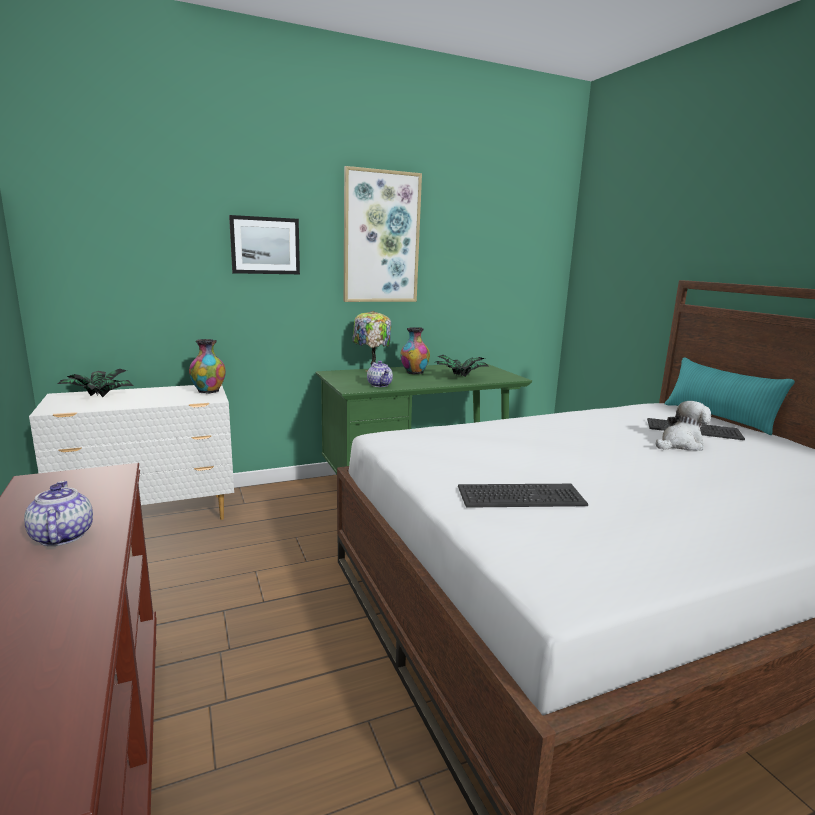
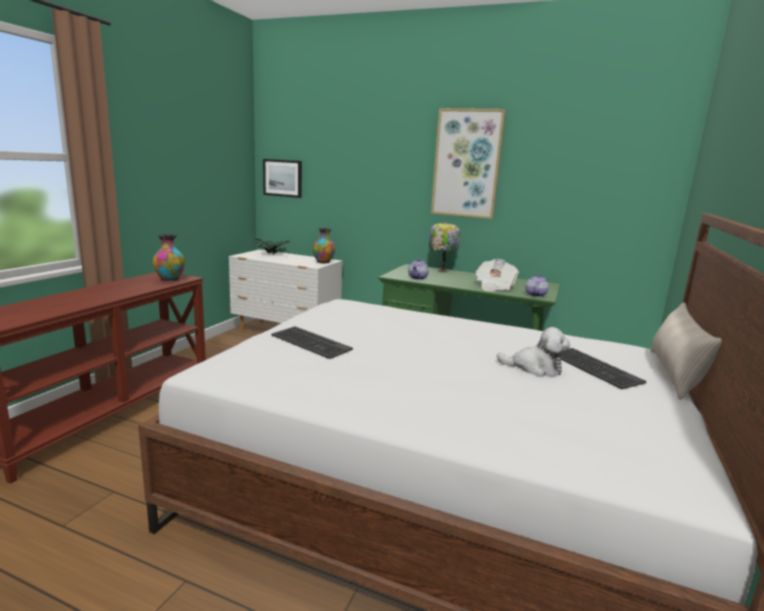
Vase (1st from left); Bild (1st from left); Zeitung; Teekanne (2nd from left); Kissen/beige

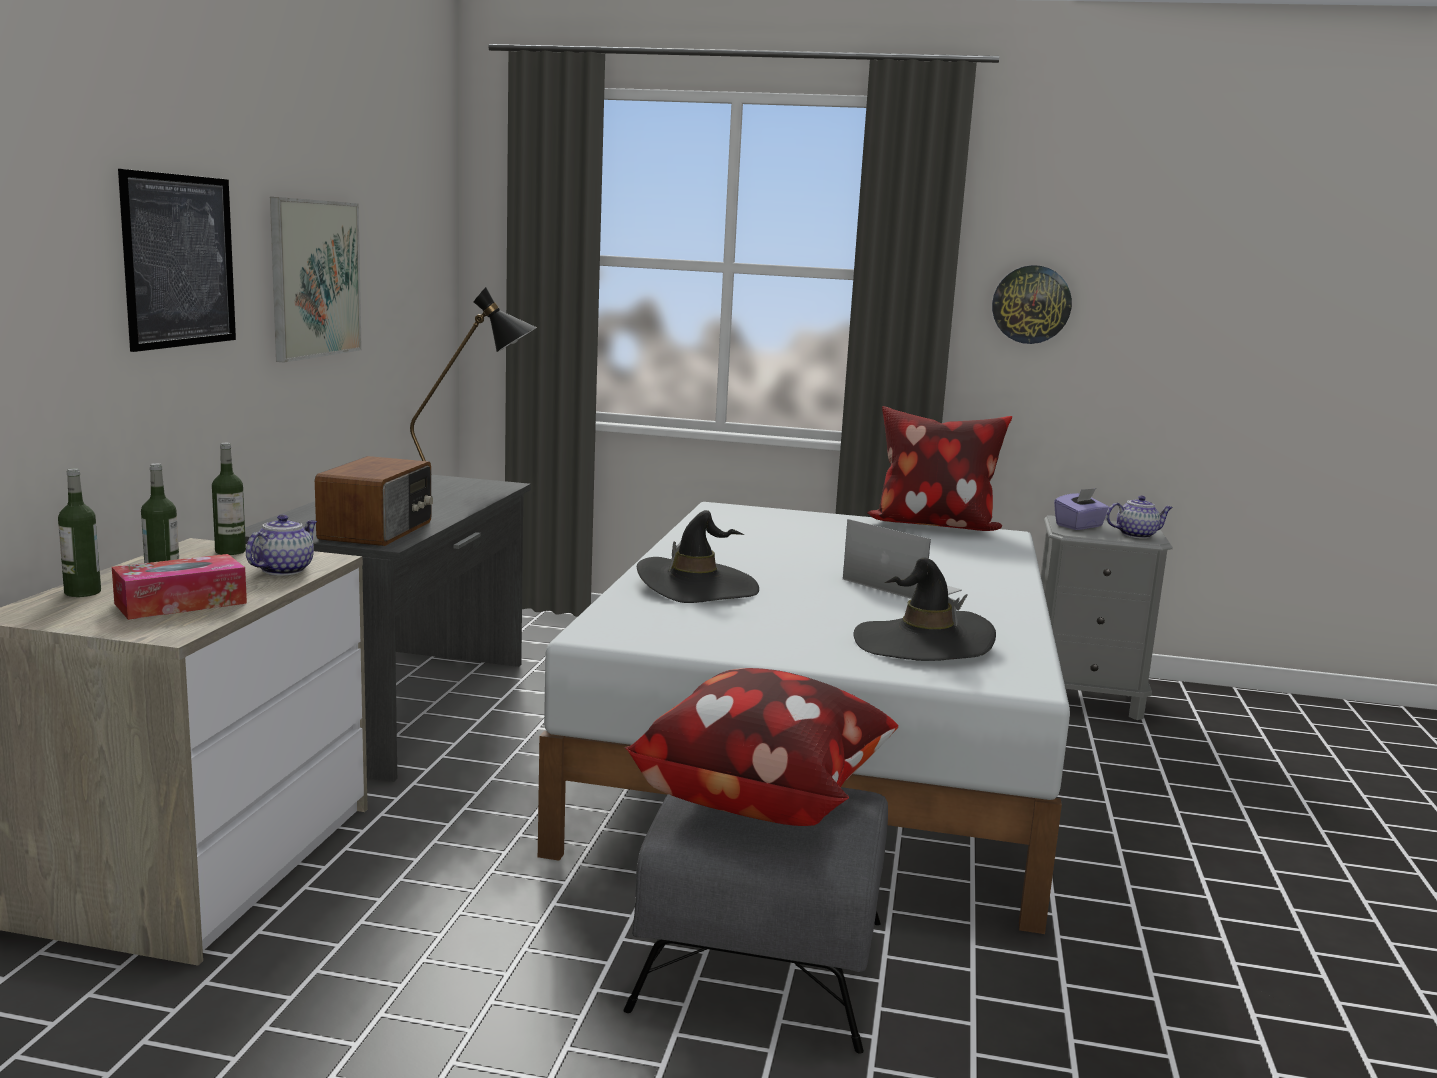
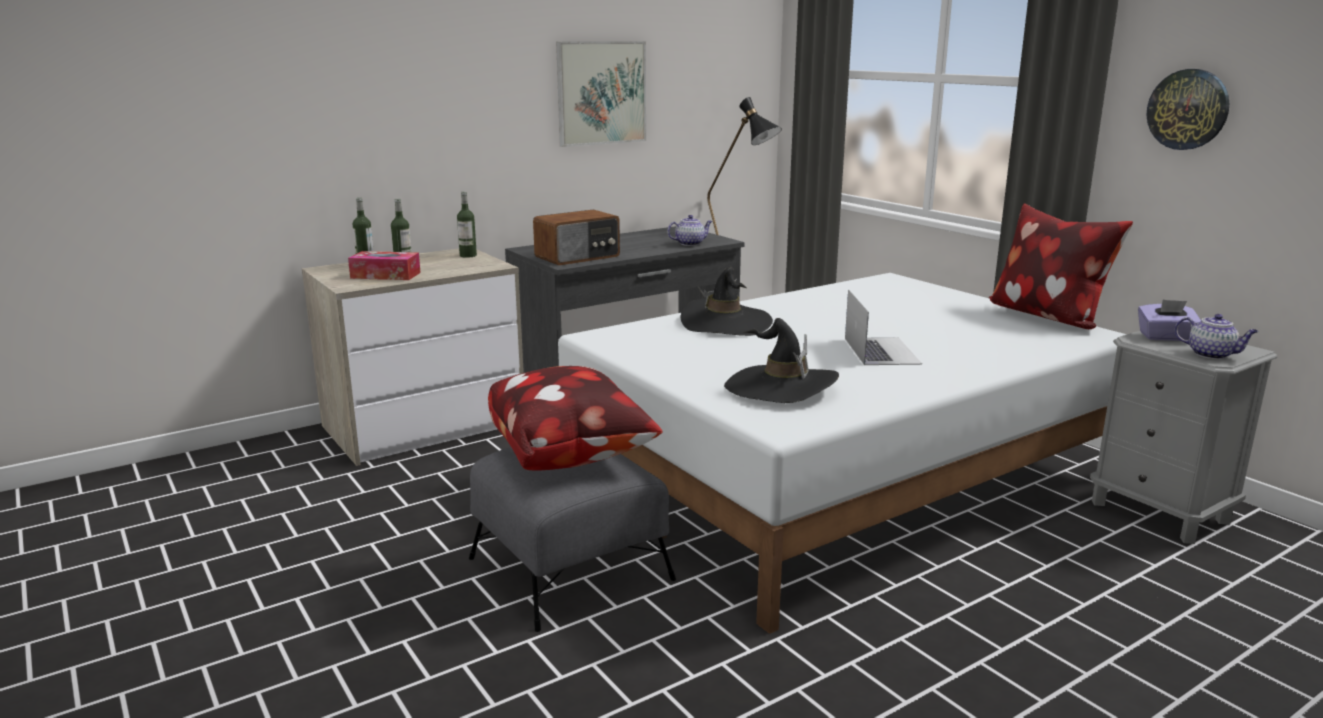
Teekanne (1st from left); Bild (1st from left in the first image)

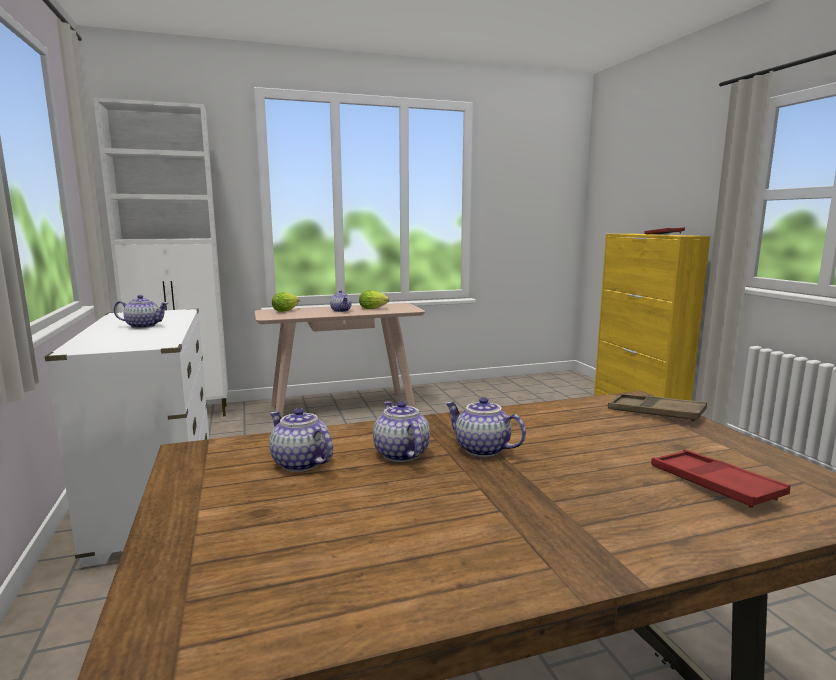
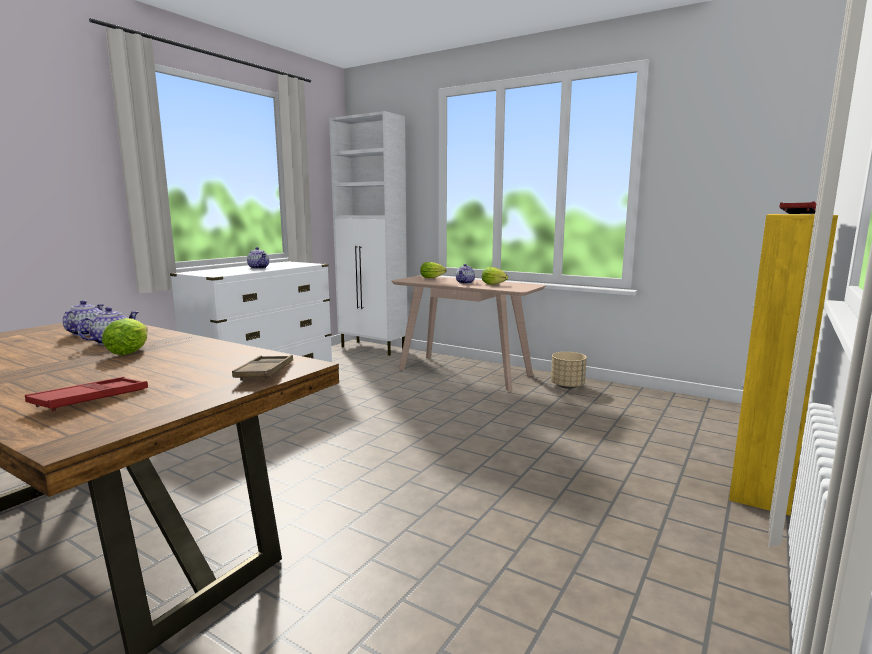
Salatkopf (1st from left); Pflanzkübel/beige

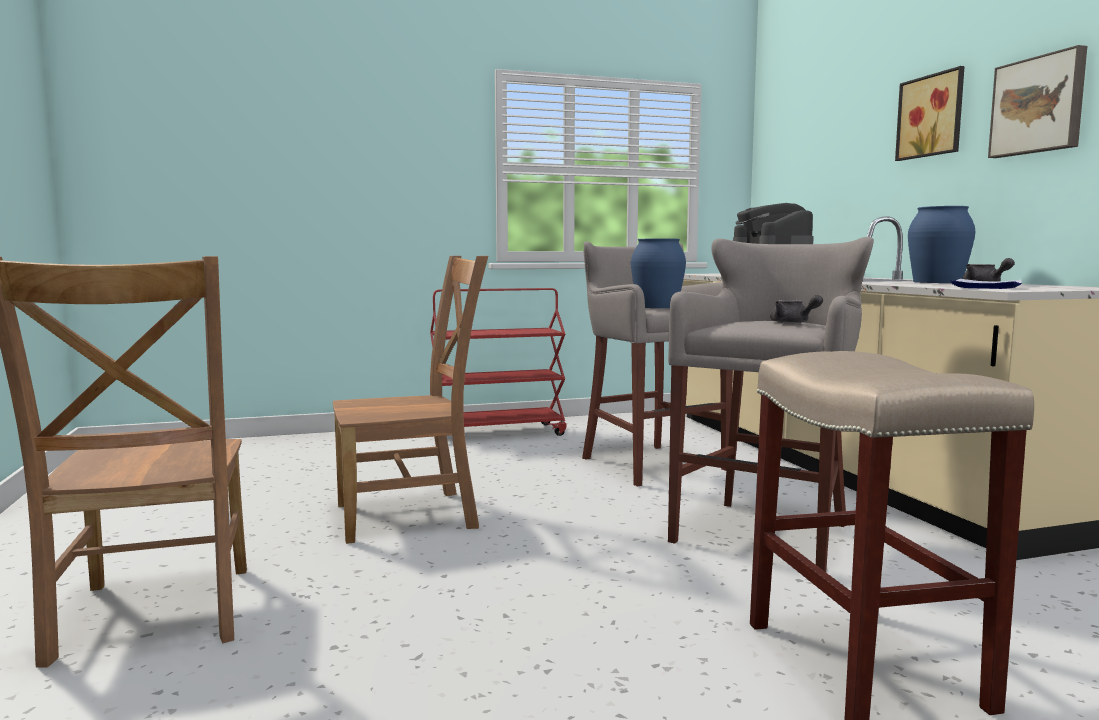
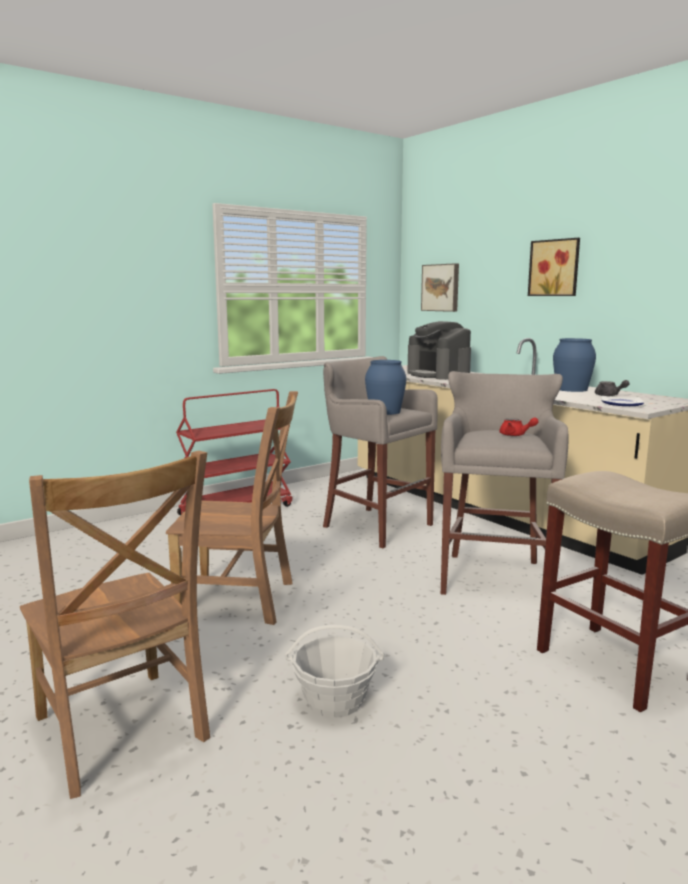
Stuhl/braun (2nd from left); Korb; Bild (1st from left); Teekanne/rot

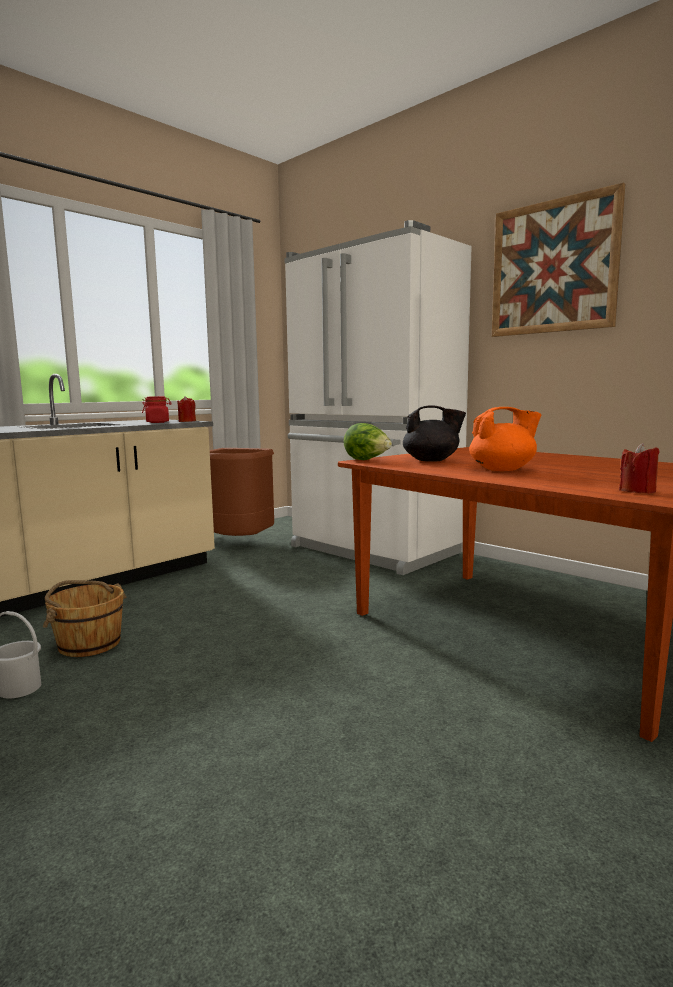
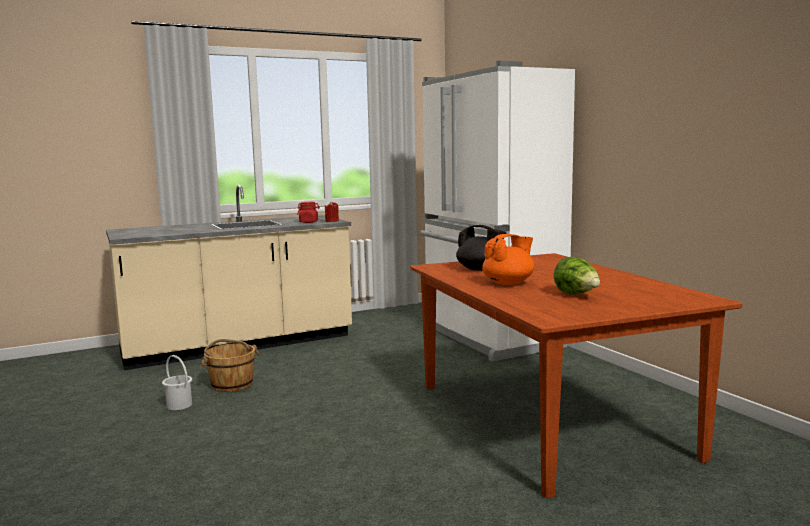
Teekanne/orange; Salatkopf; Mülleimer/braun; Bild; Kerze/rot (2nd from left in the first image)

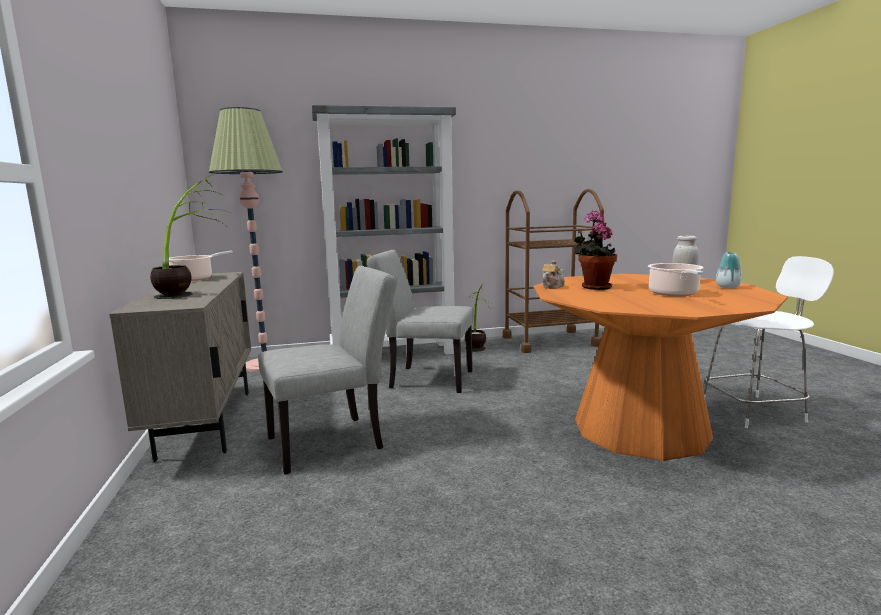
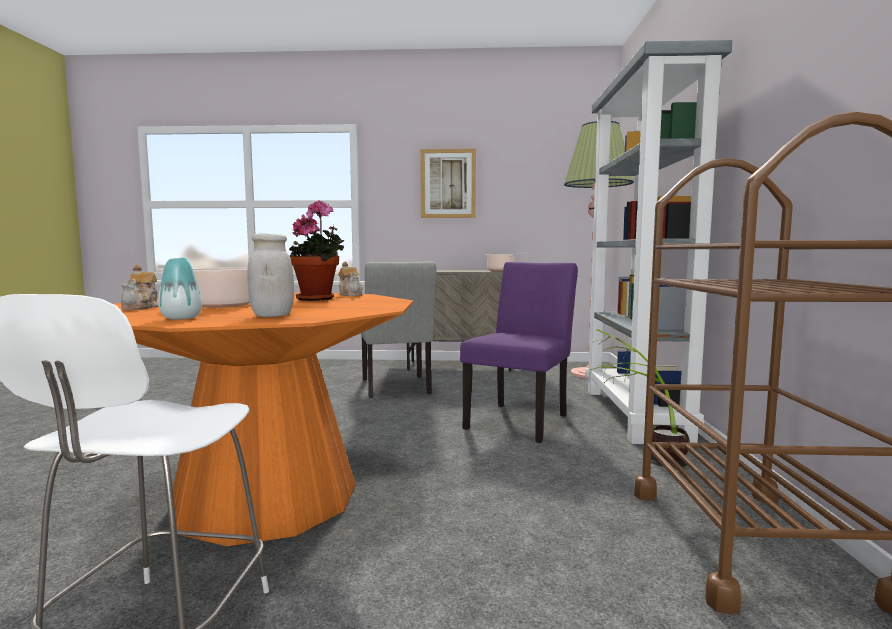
Teekanne (1st from left); Bild; Stuhl/lila; Topfpflanze (1st from left in the first image)

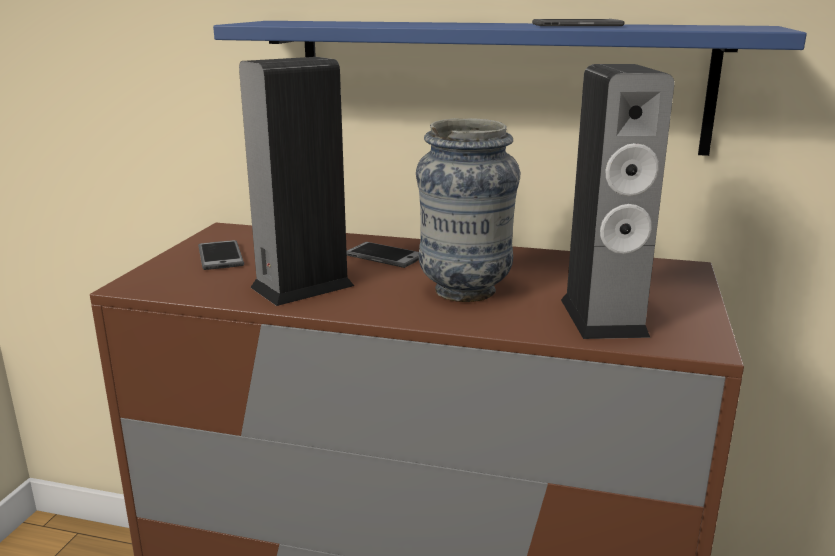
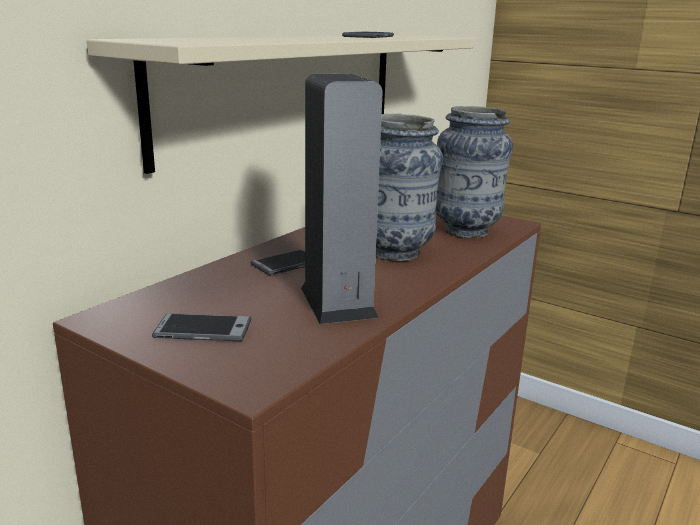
Wandregal/beige; Vase (2nd from left)

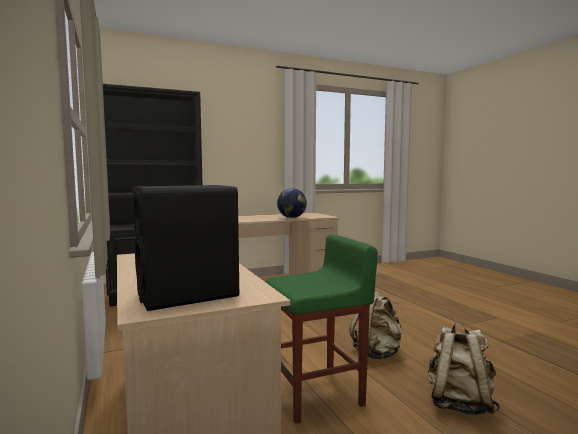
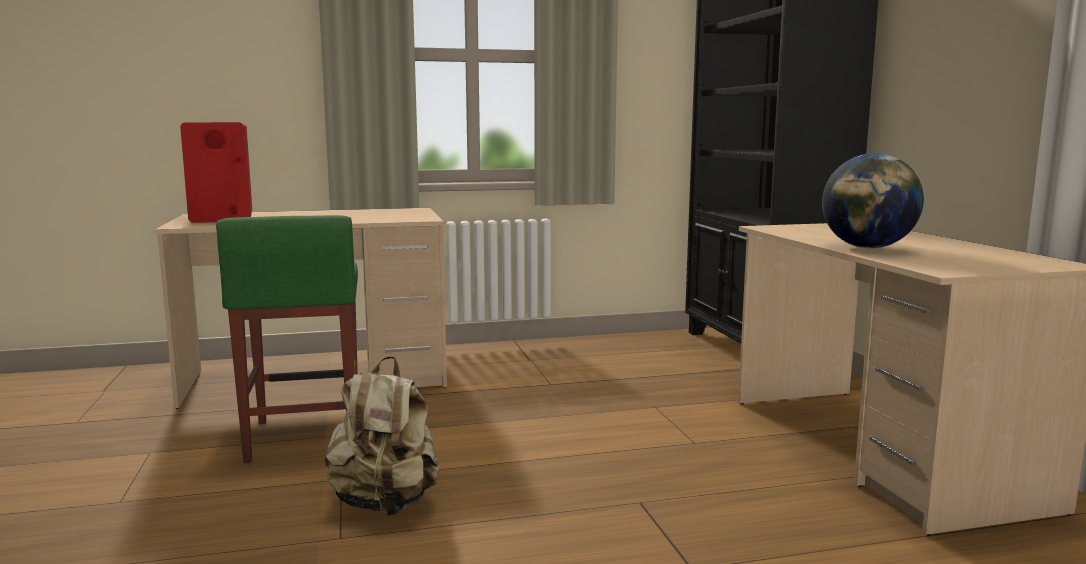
Lautsprecher/rot; Rucksack/beige (2nd from left in the first image)

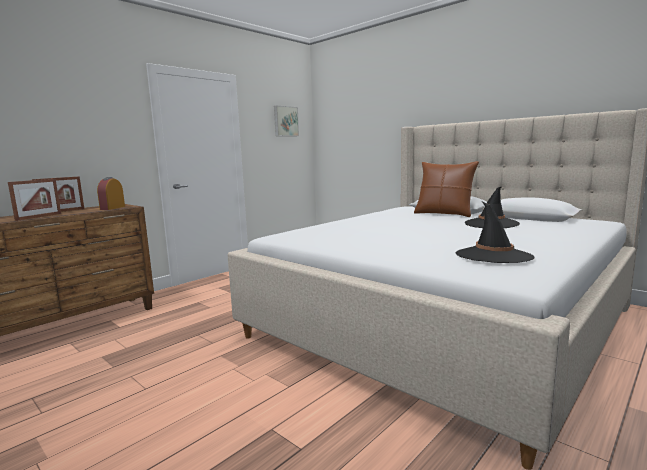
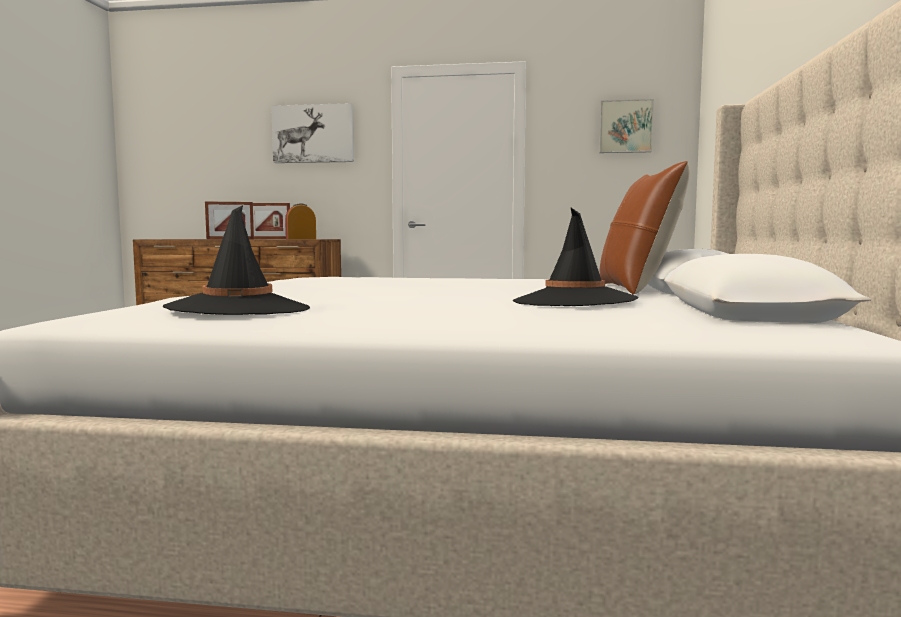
Bild (1st from left)

